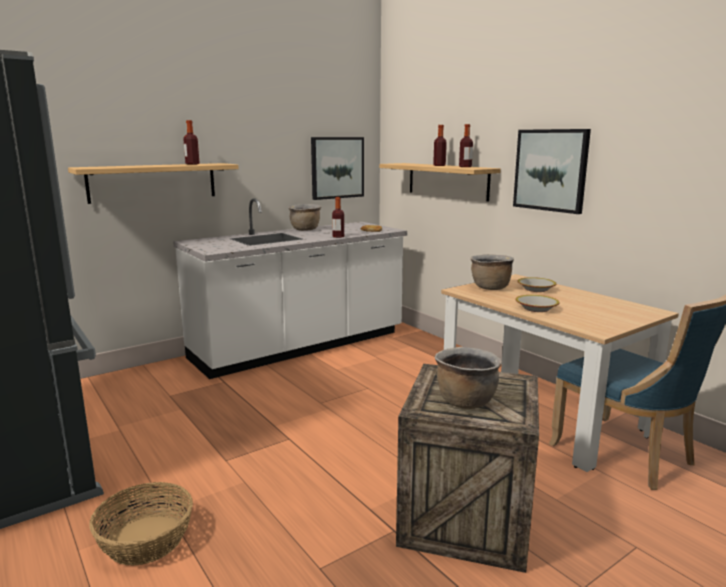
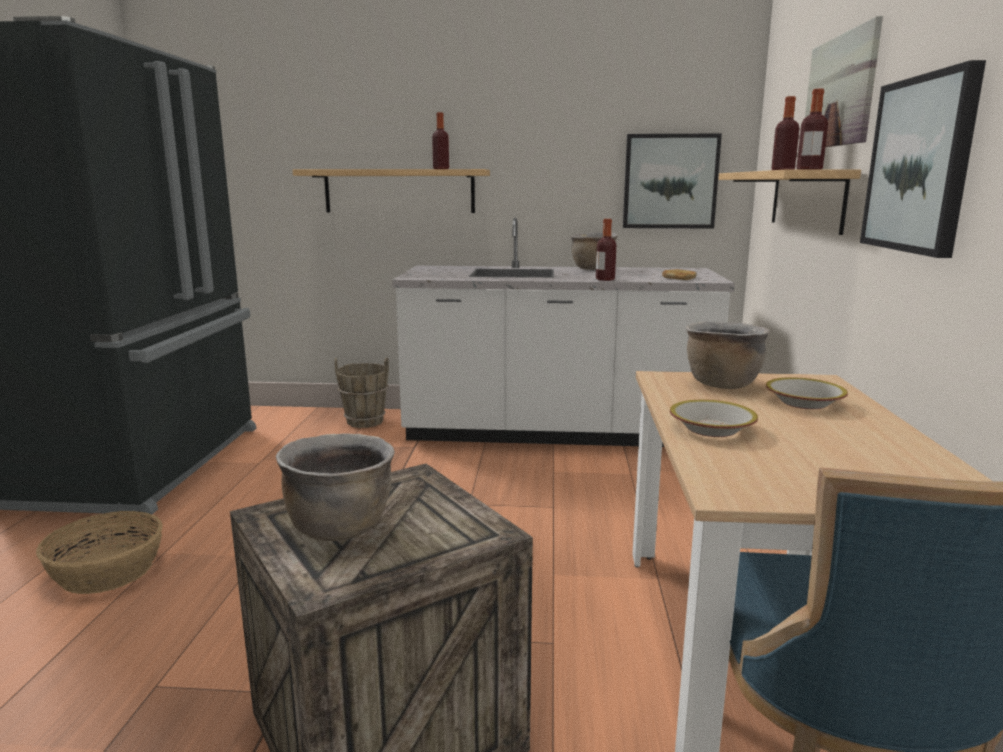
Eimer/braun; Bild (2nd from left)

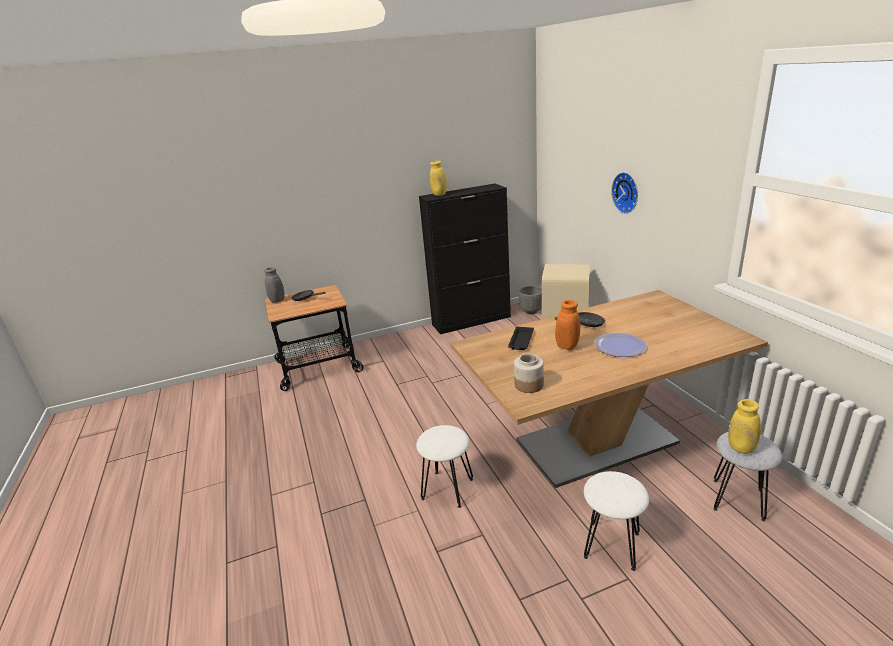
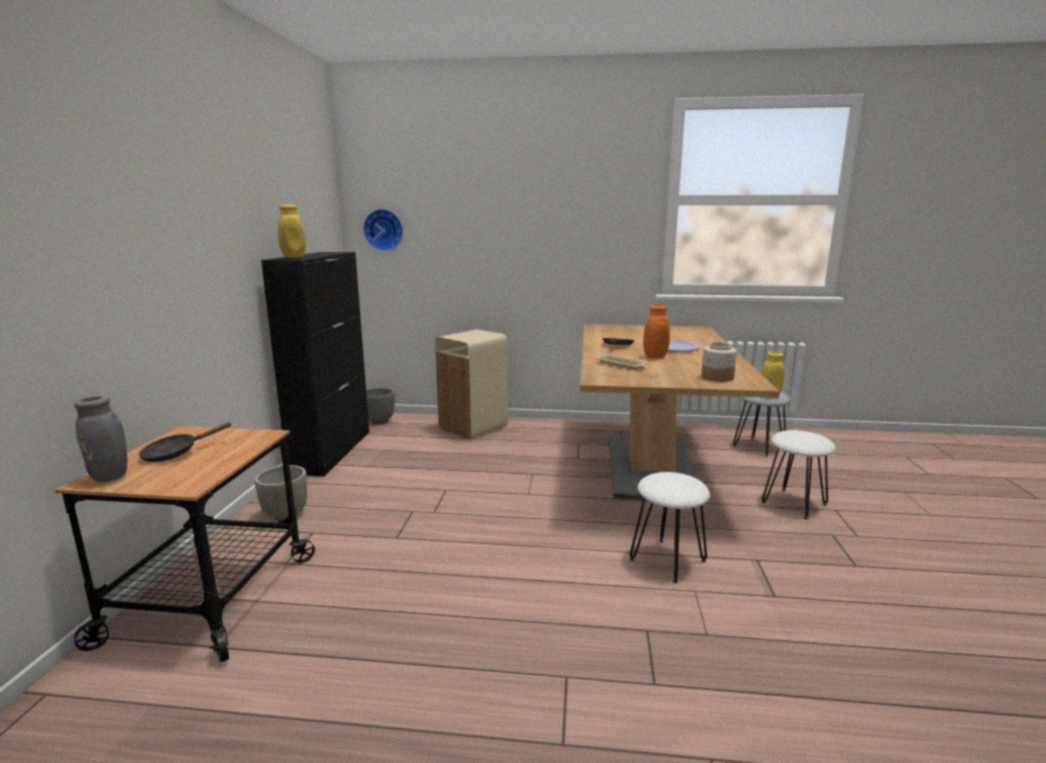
Pflanzkübel/grau (1st from left); Wanduhr; Tablett/beige

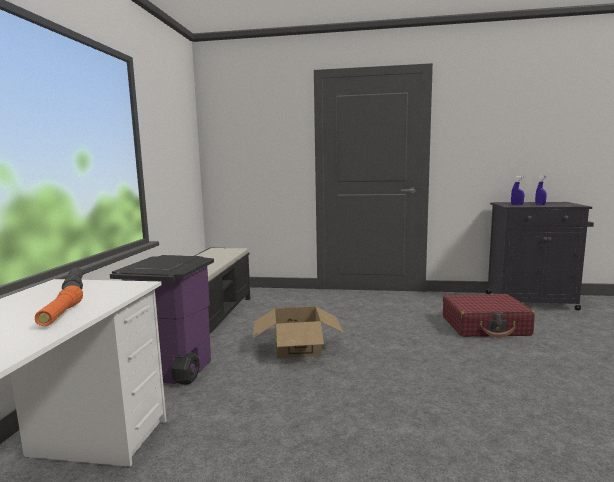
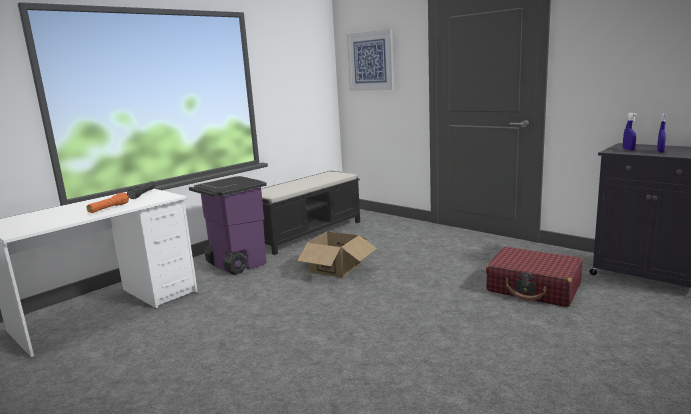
Bild

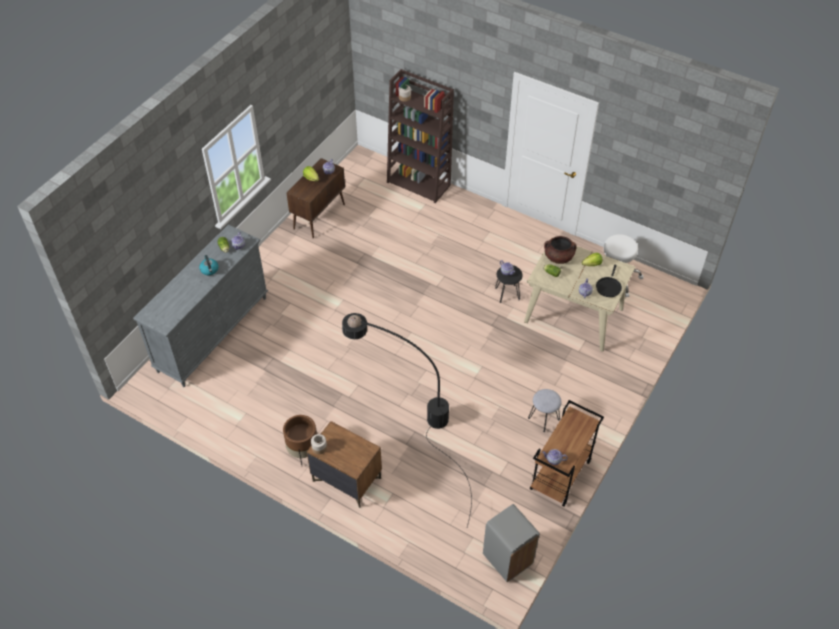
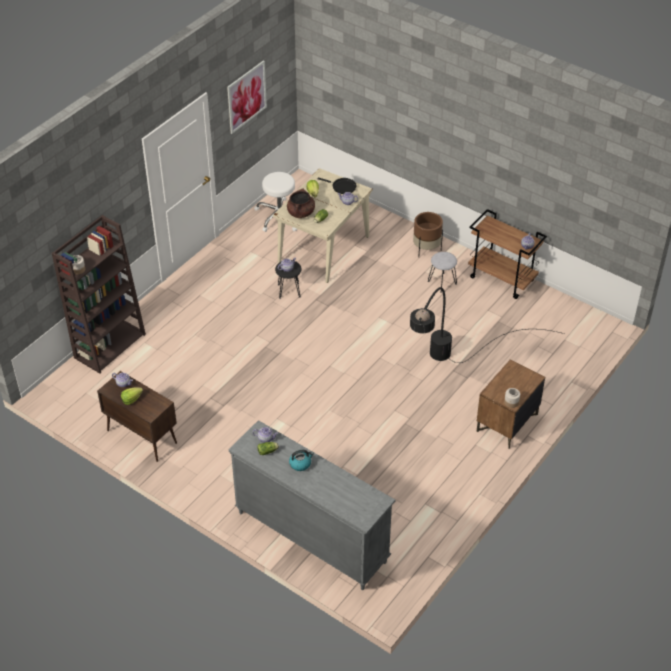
Bild; Pflanzkübel/braun; Mülleimer/grau

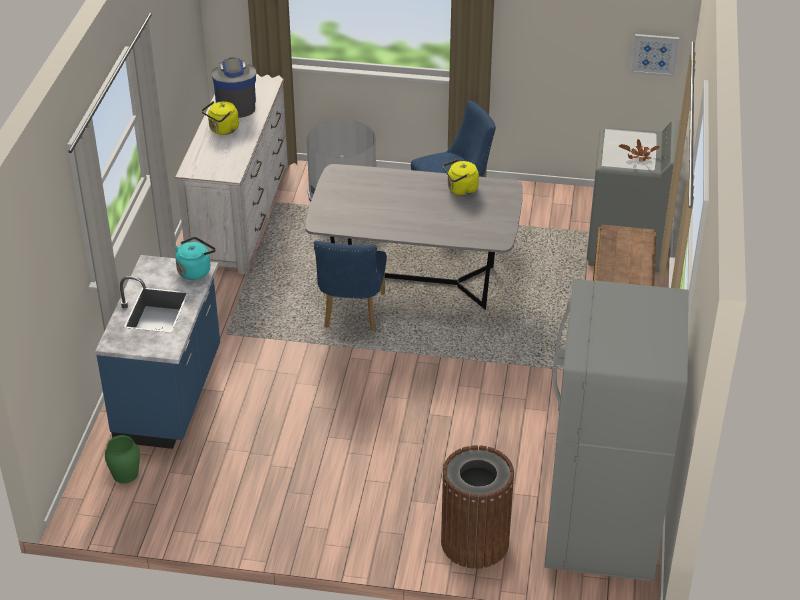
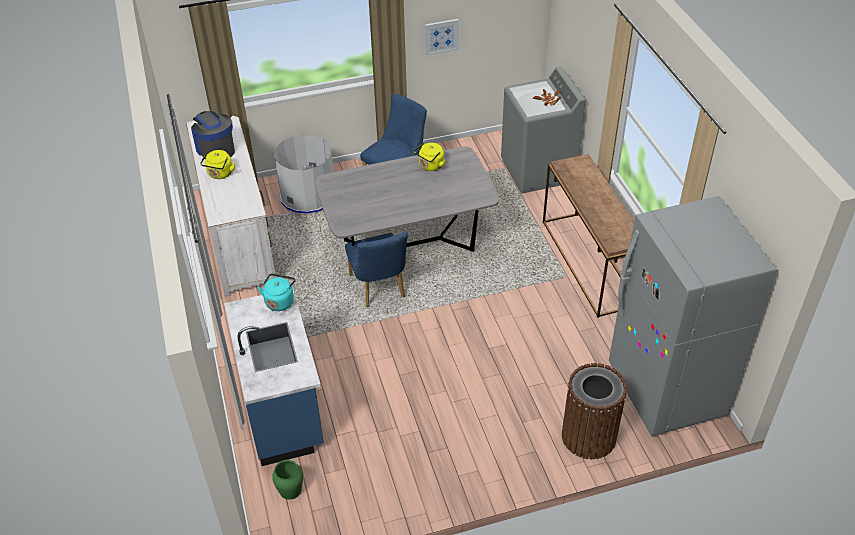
Bild

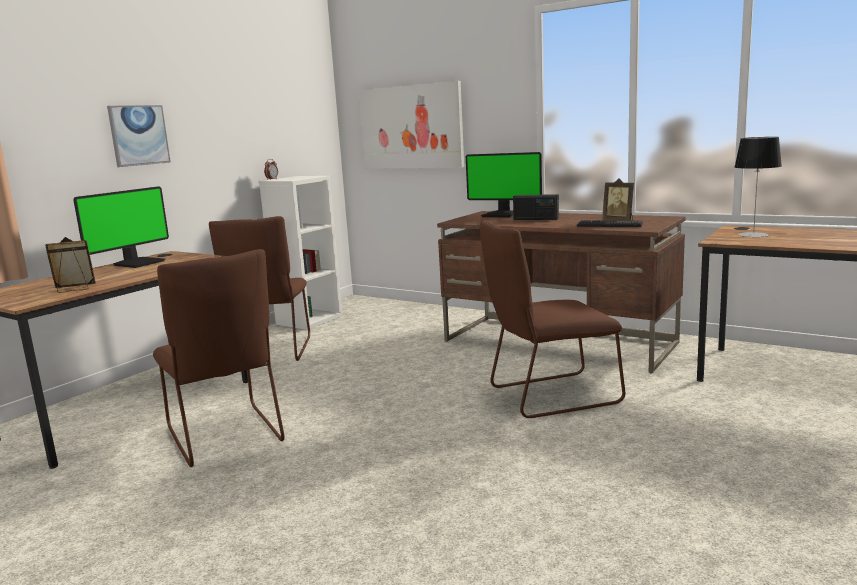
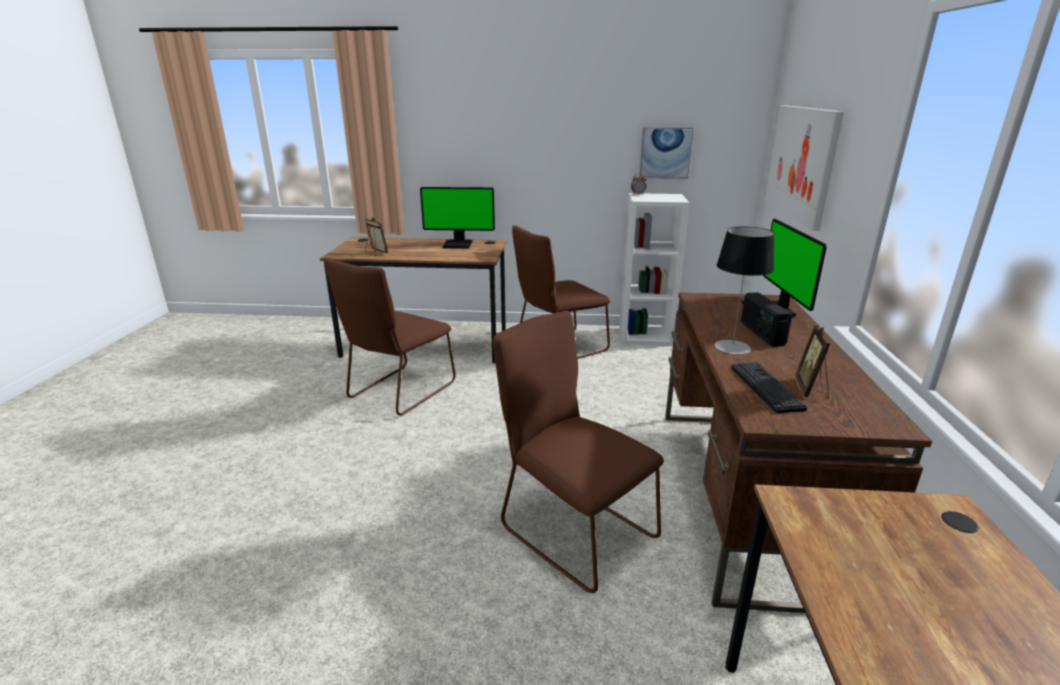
Bild (1st from left); Tischlampe

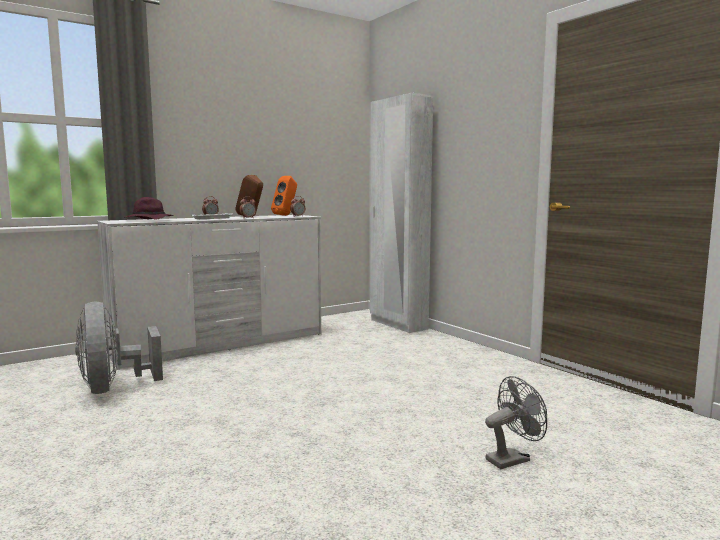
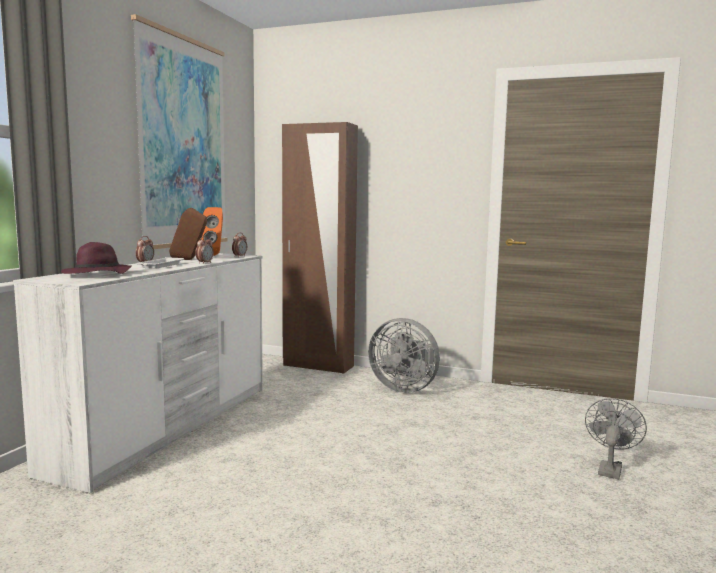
Bild; Kleiderschrank/braun; Ventilator/grau (1st from left)

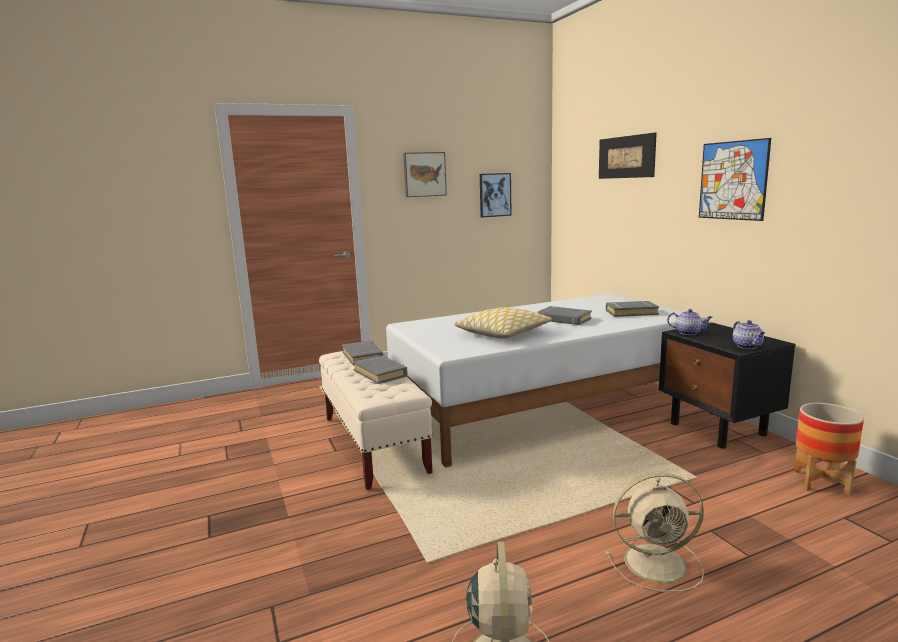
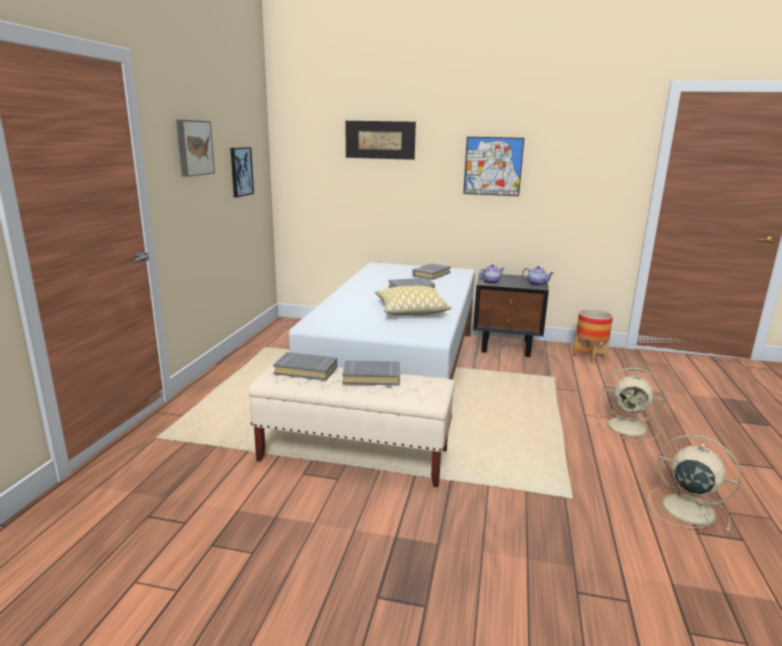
Ventilator/beige (1st from left)

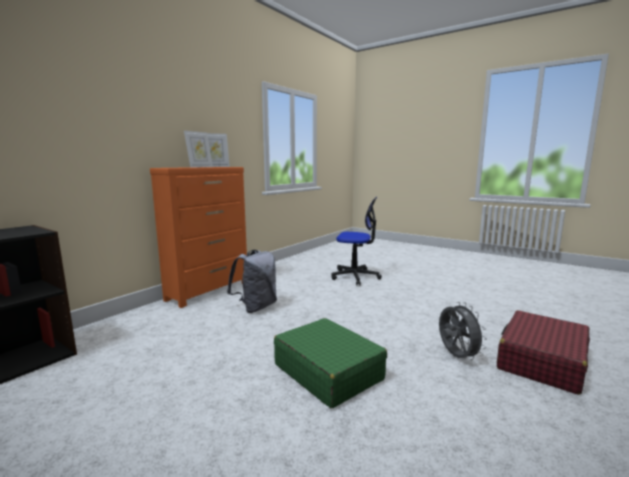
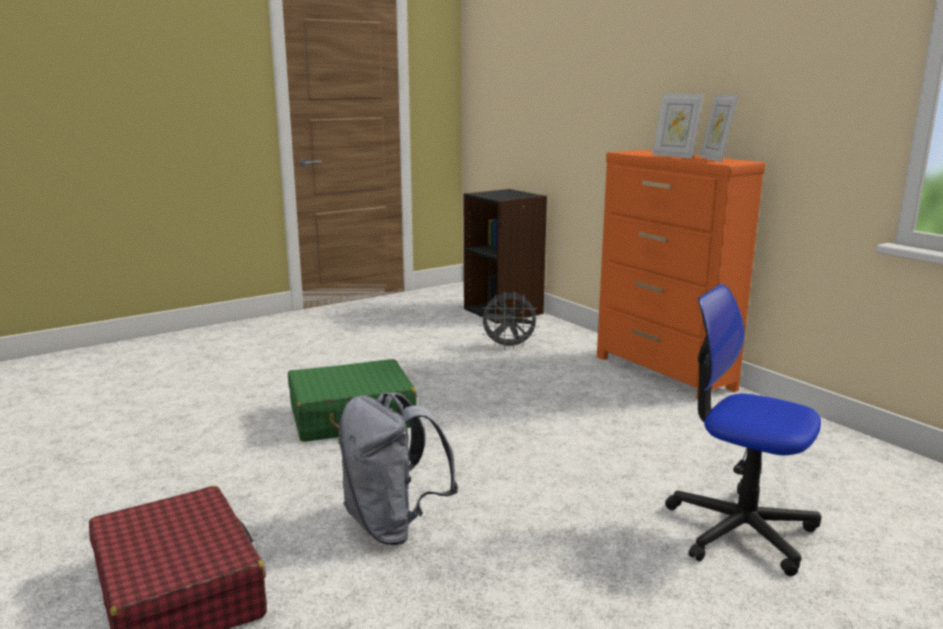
Rucksack/grau; Ventilator/grau; Bürostuhl

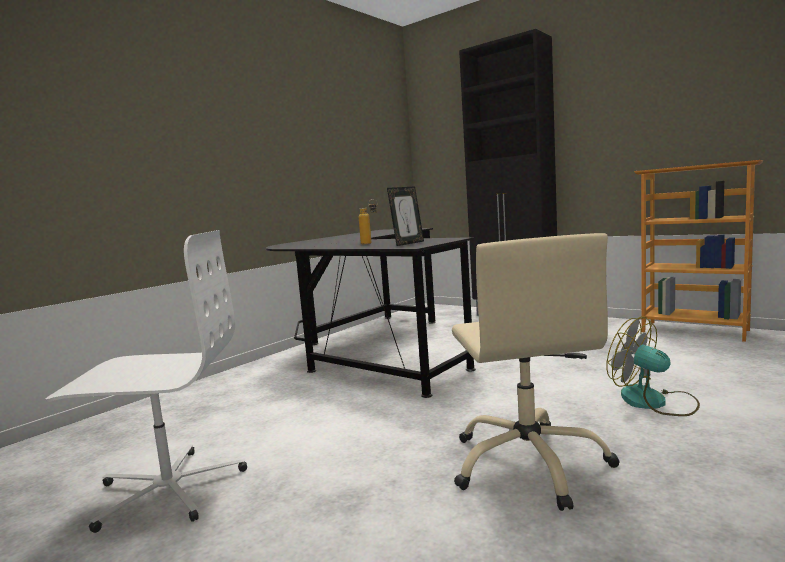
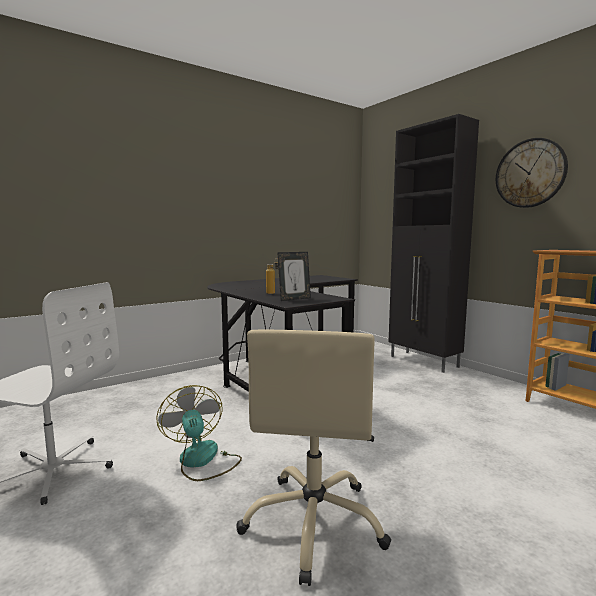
Ventilator; Wanduhr

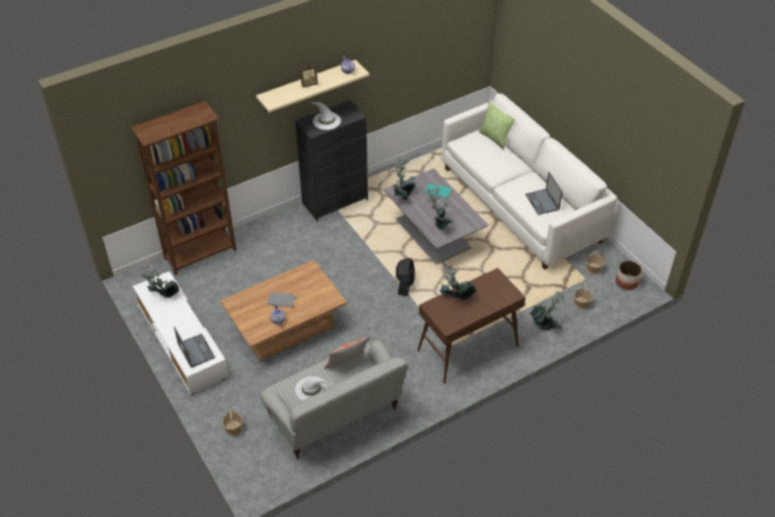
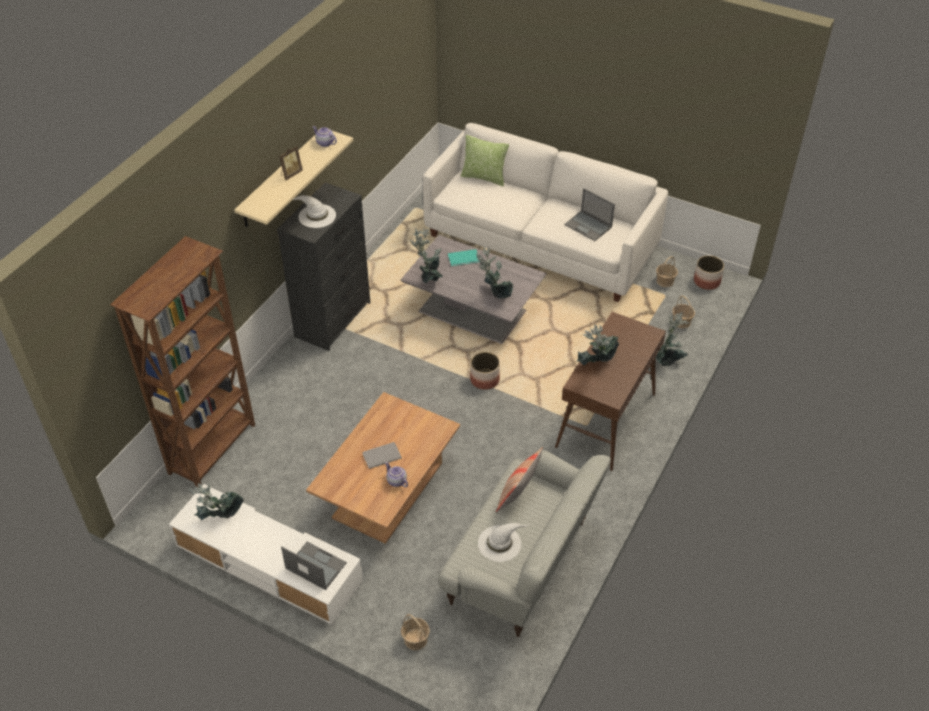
Pflanzkübel (1st from left)

